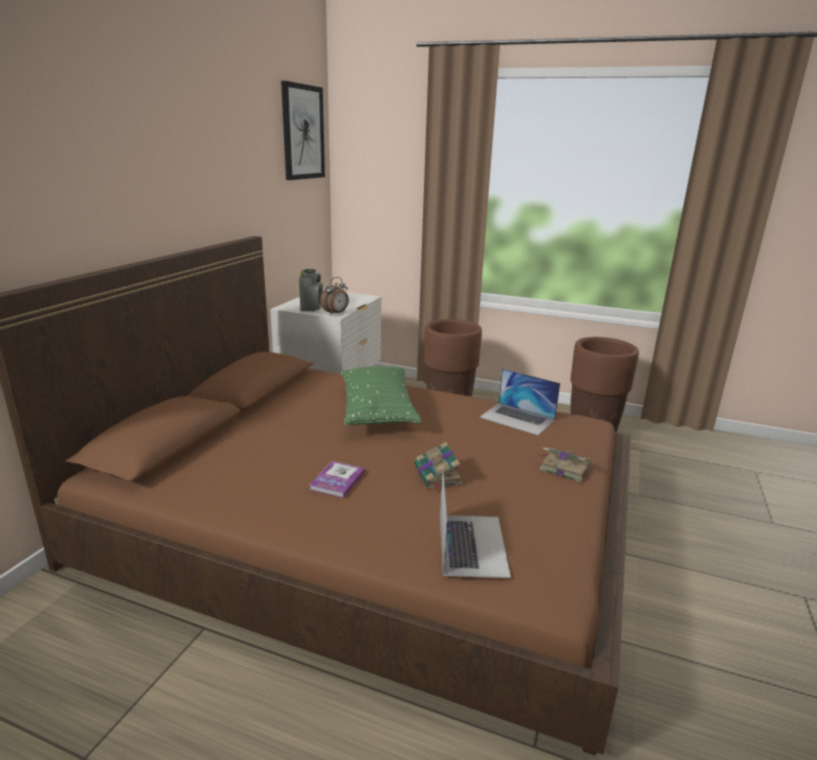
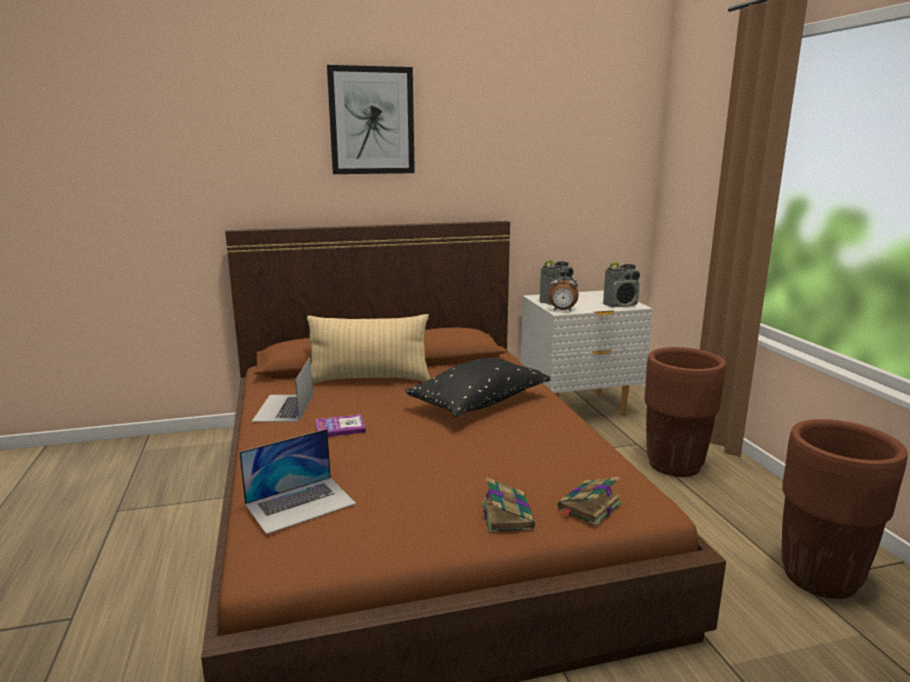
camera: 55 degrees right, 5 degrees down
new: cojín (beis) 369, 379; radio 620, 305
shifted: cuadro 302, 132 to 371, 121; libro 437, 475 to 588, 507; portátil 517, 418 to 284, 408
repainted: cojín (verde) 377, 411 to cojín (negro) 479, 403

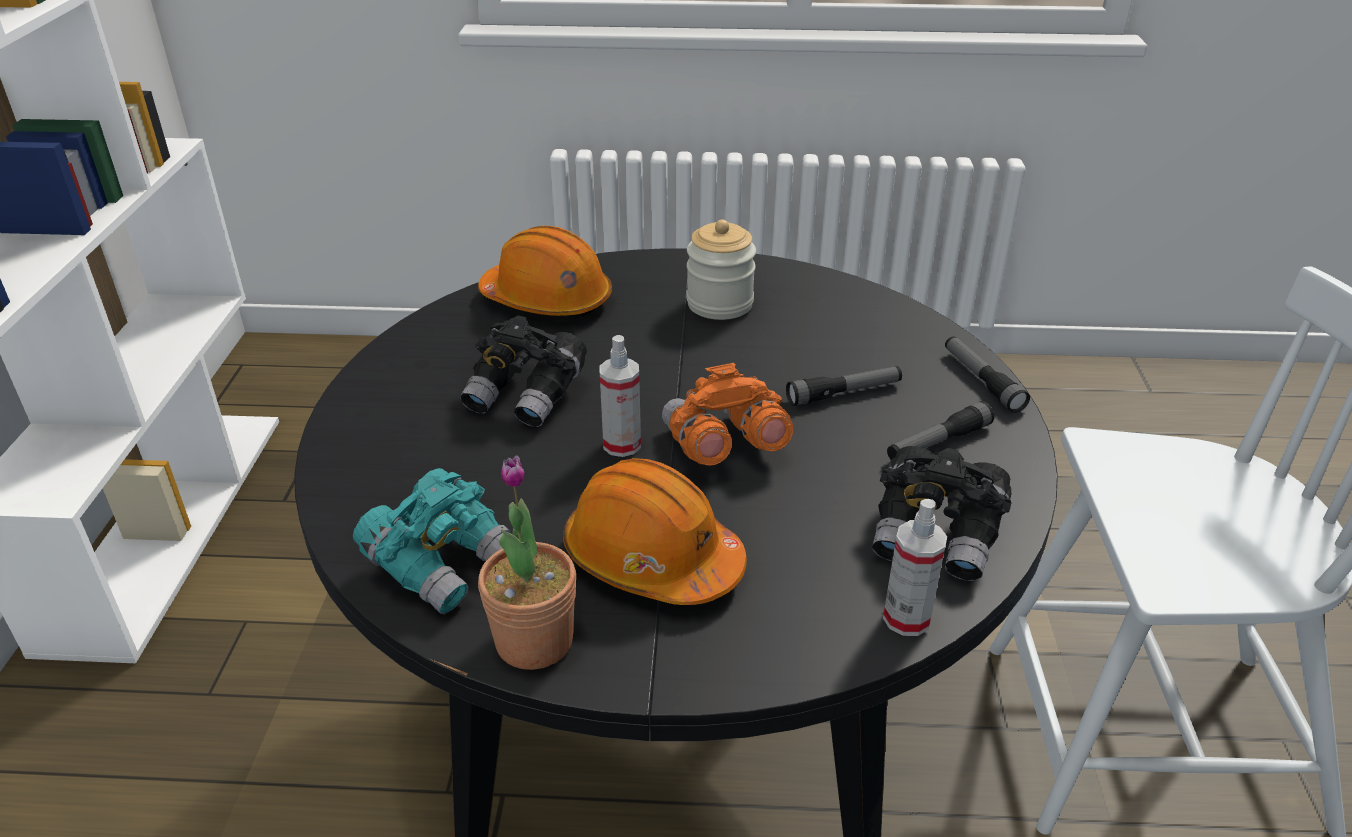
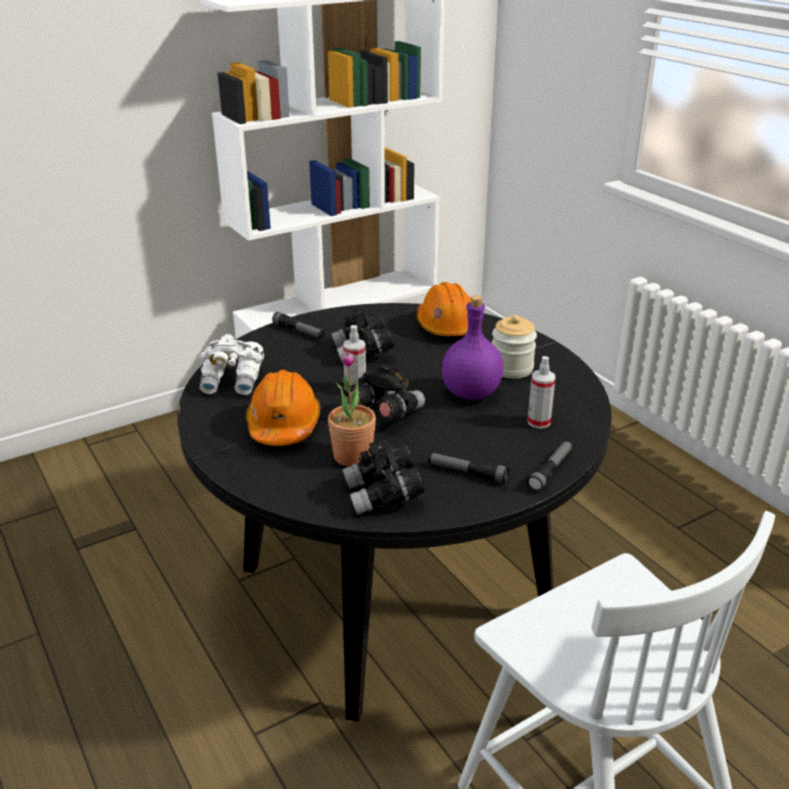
camera: 55 degrees right, 5 degrees down
new: botella (morado) 472, 393
shifted: planta en maceta 534, 641 to 352, 456; linterna 844, 393 to 299, 331; pulverizador 906, 618 to 539, 422
repainted: prismáticos (turquesa) 444, 563 to prismáticos (blanco) 233, 381; prismáticos (naranja) 722, 447 to prismáticos (negro) 384, 413

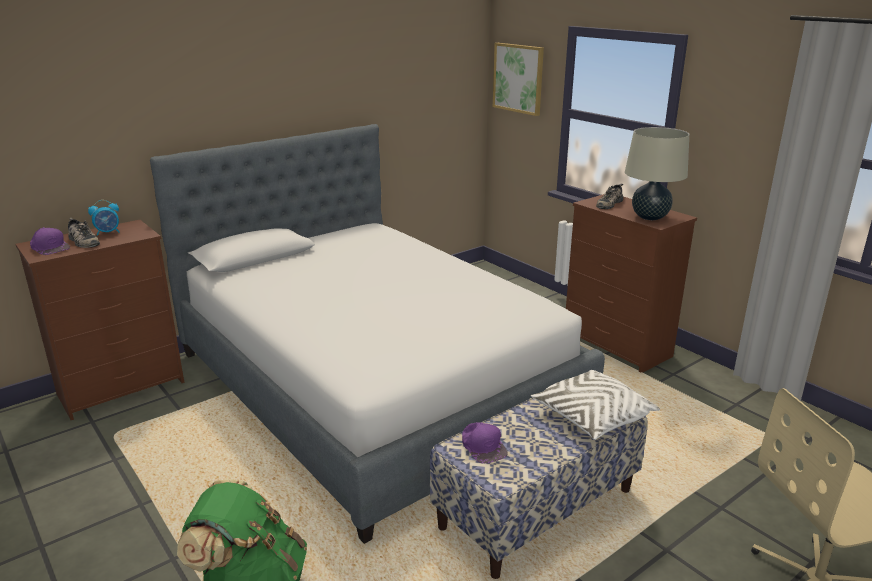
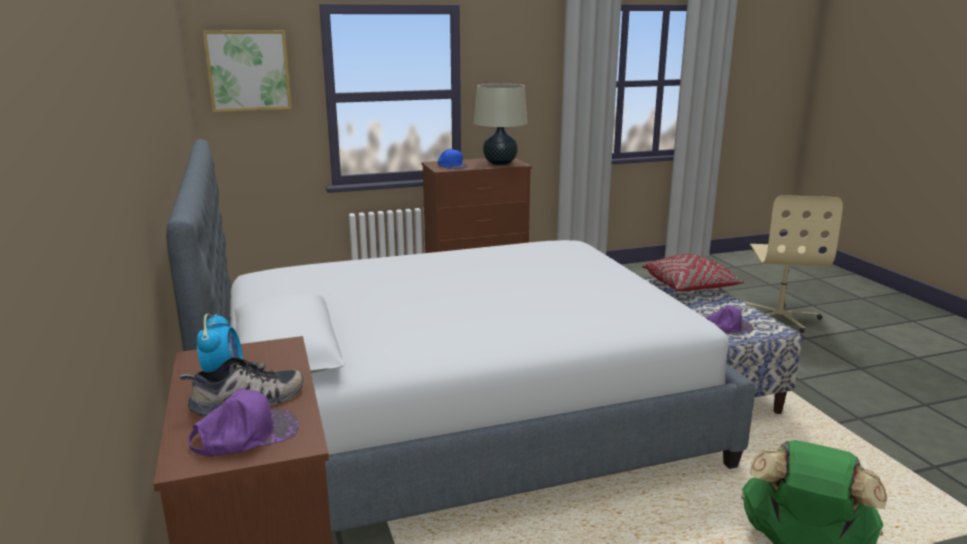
camera: 70 degrees left, 5 degrees down
swapped: zapato 609, 203 to gorra (azul) 452, 165
repainted: cojín (blanco) 592, 417 to cojín (rojo) 690, 287

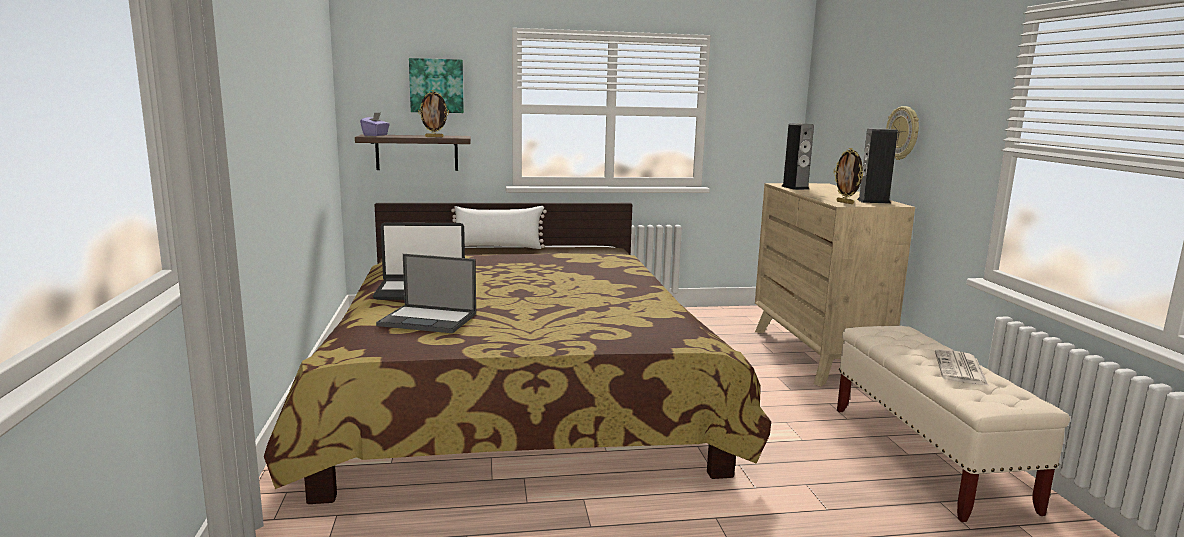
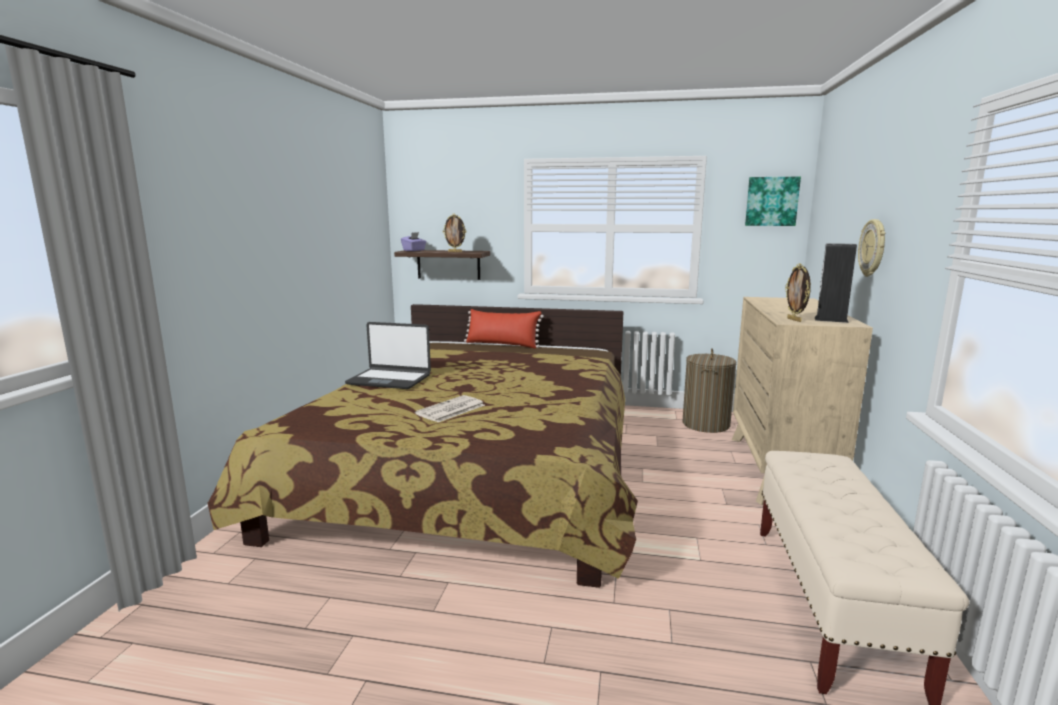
camera: 20 degrees right, 0 degrees up
gone: portátil 429, 320; altavoz 795, 187
new: cesto de la ropa 706, 424
shifted: cuadro 436, 86 to 771, 201; periódico 961, 369 to 450, 410
repainted: cojín (blanco) 497, 247 to cojín (rojo) 502, 344

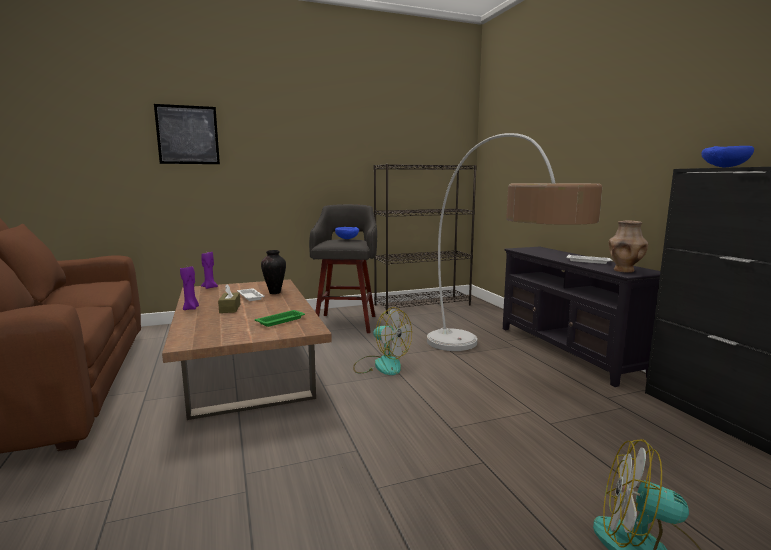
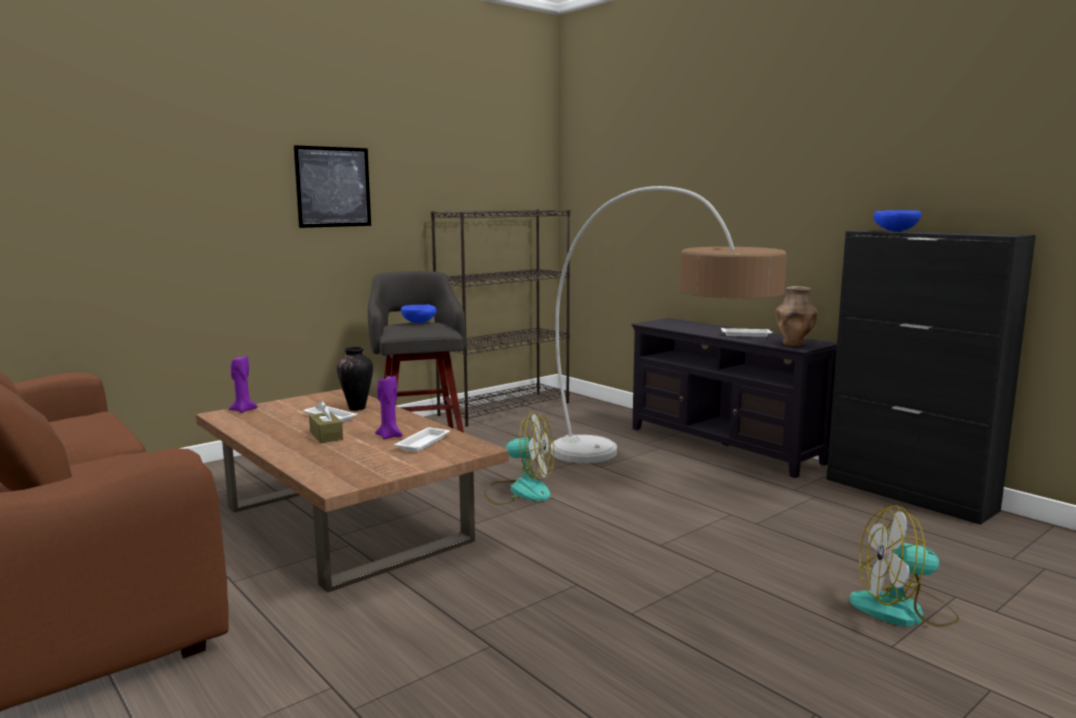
camera: 20 degrees left, 0 degrees up
shifted: cuadro 187, 135 to 333, 187; vela (morado) 191, 308 to 389, 436
repainted: bandeja (verde) 281, 320 to bandeja (blanco) 423, 443

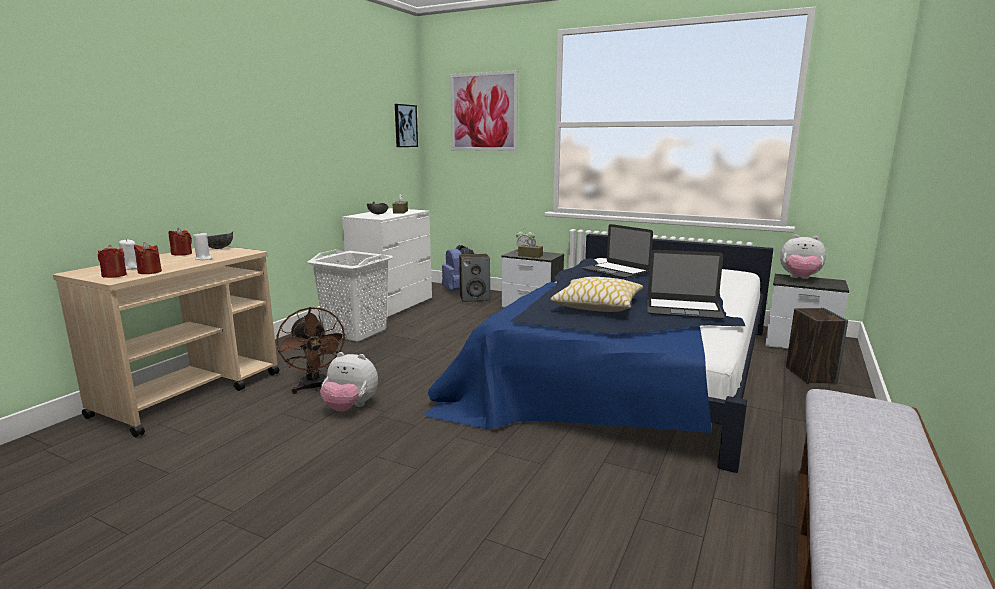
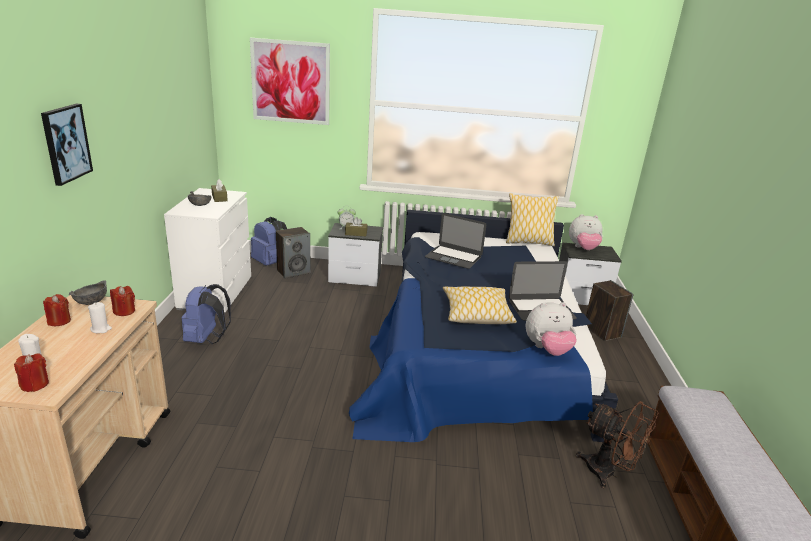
camera: 25 degrees left, 10 degrees up
new: cojín 528, 242
shifted: vela (rojo) 150, 272 to 124, 311; ventilador (marrón) 315, 387 to 608, 473; peluche 350, 408 to 547, 349; cuadro 405, 126 to 66, 143
swapped: cesto de la ropa (blanco) 355, 332 to mochila (azul) 206, 339

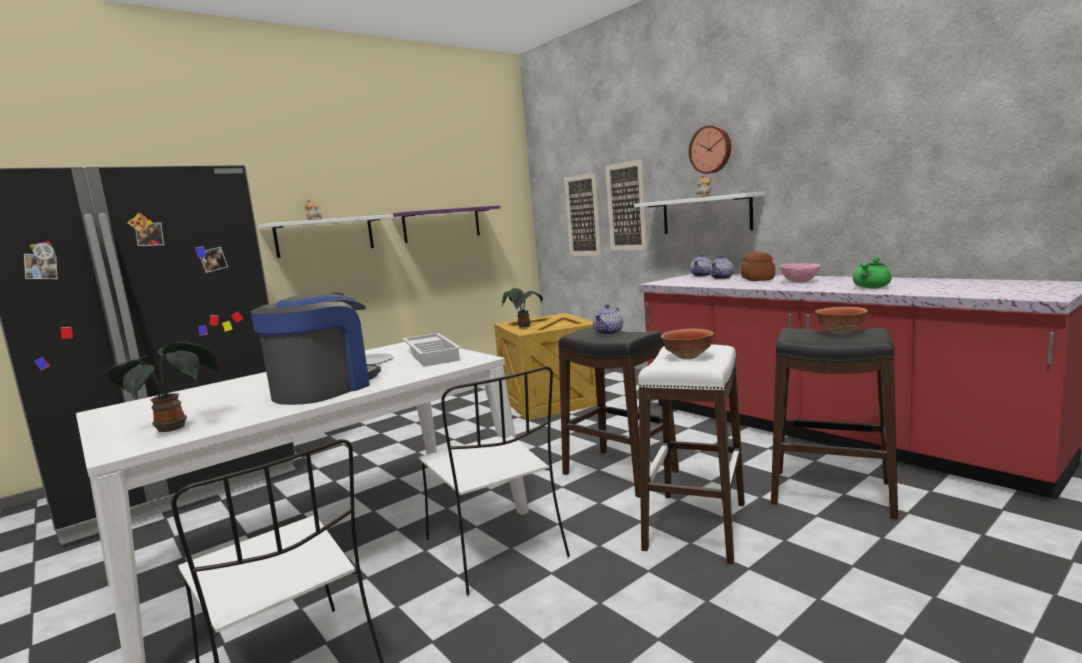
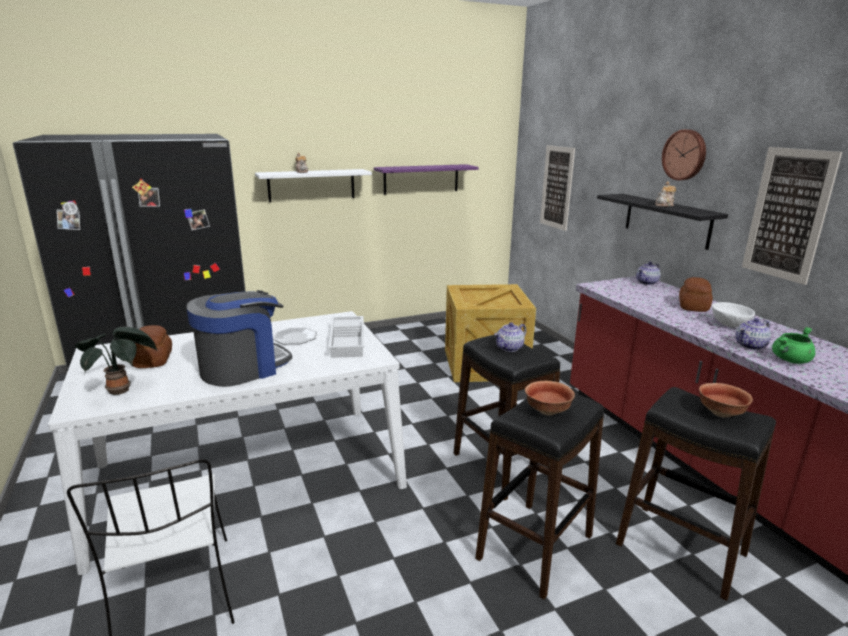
camera: 15 degrees right, 10 degrees up
gone: silla (blanco) 497, 550; planta en maceta 524, 327
new: pan 154, 359
shifted: cuadro 626, 207 to 788, 214; tetera 722, 278 to 751, 346
repainted: estante (blanco) 705, 214 to estante (negro) 667, 220; taburete (blanco) 696, 526 to taburete (negro) 535, 547; cuenco (rosa) 800, 282 to cuenco (blanco) 730, 325

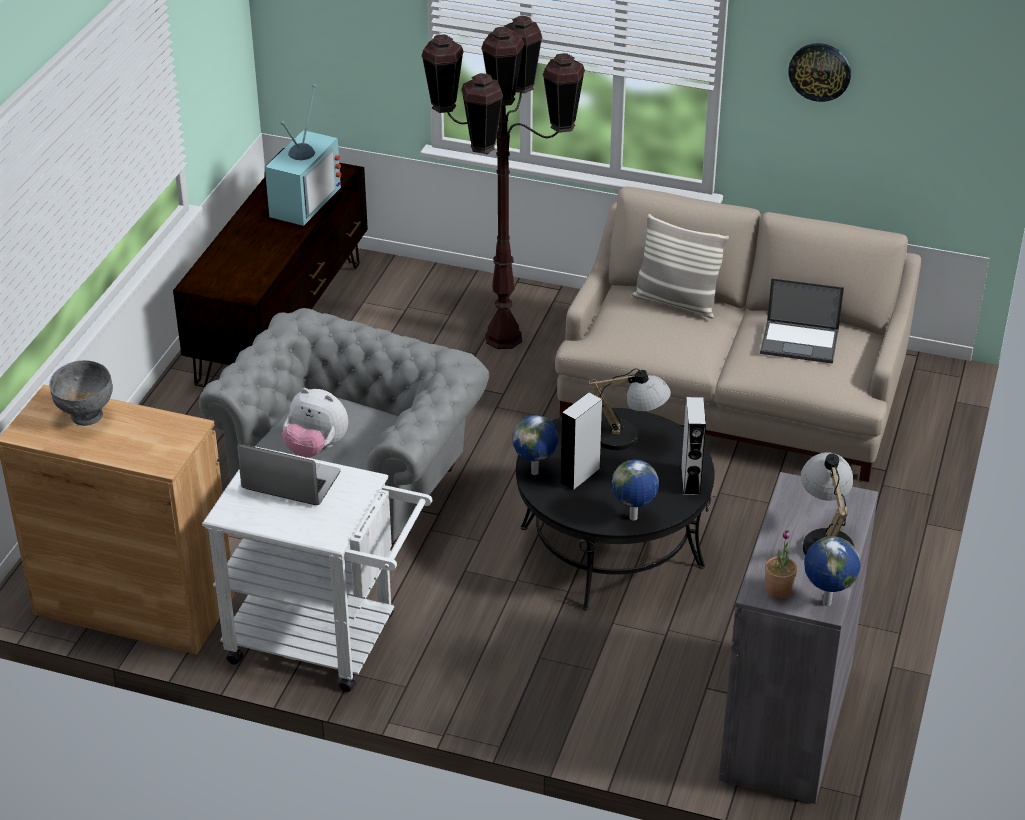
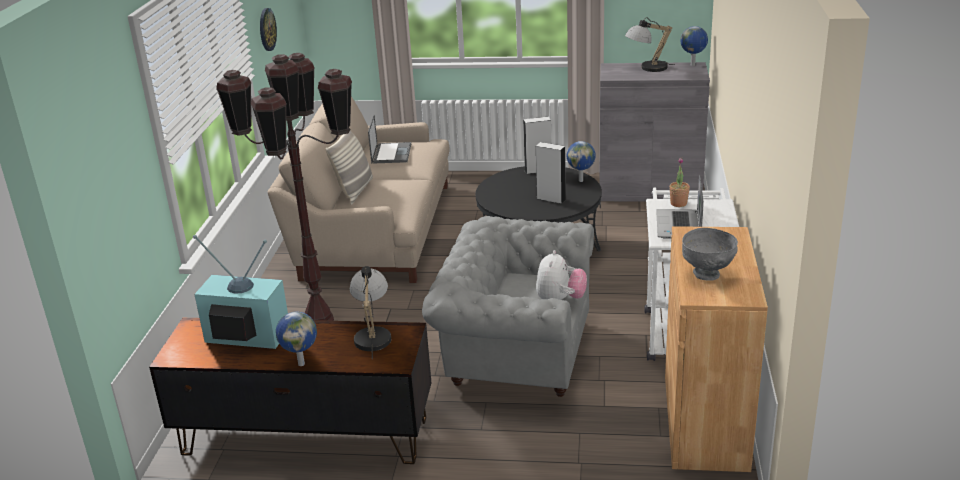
camera: 100 degrees left, 10 degrees down
shifted: globo terráqueo 535, 472 to 301, 363; lámpara de mesa 628, 437 to 372, 334; planta en maceta 778, 590 to 678, 203

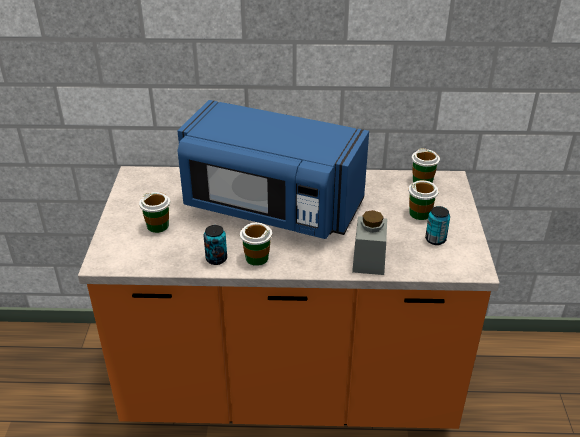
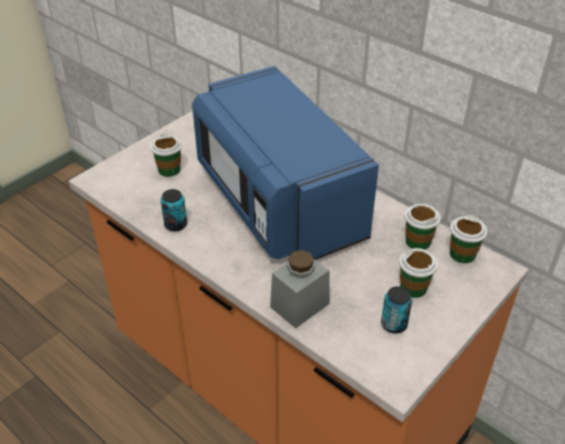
camera: 40 degrees right, 5 degrees up
shifted: taza 256, 258 to 418, 241

